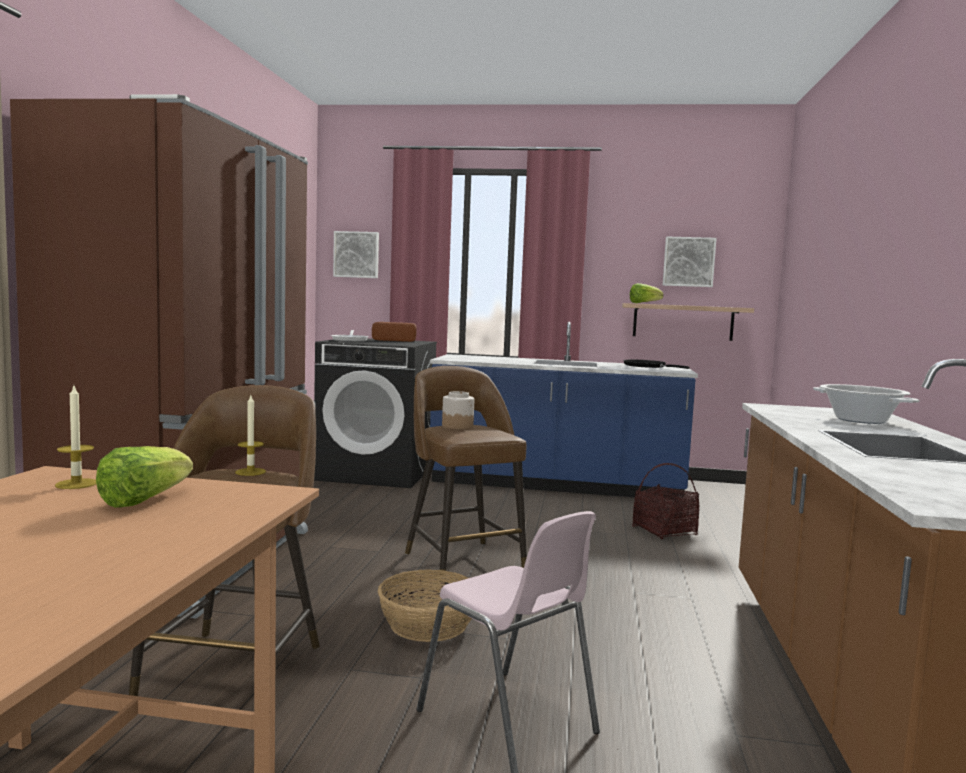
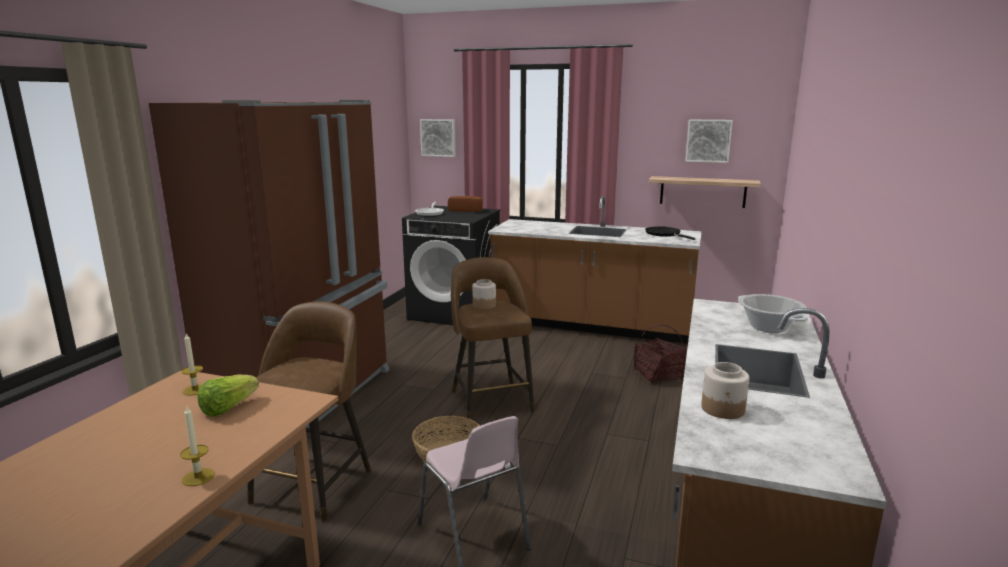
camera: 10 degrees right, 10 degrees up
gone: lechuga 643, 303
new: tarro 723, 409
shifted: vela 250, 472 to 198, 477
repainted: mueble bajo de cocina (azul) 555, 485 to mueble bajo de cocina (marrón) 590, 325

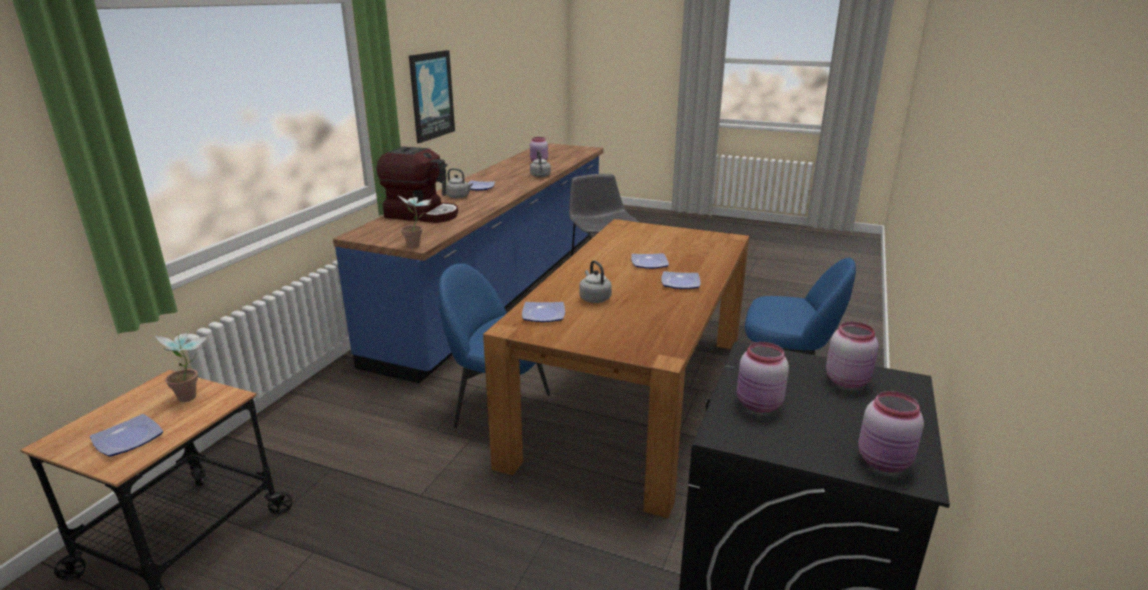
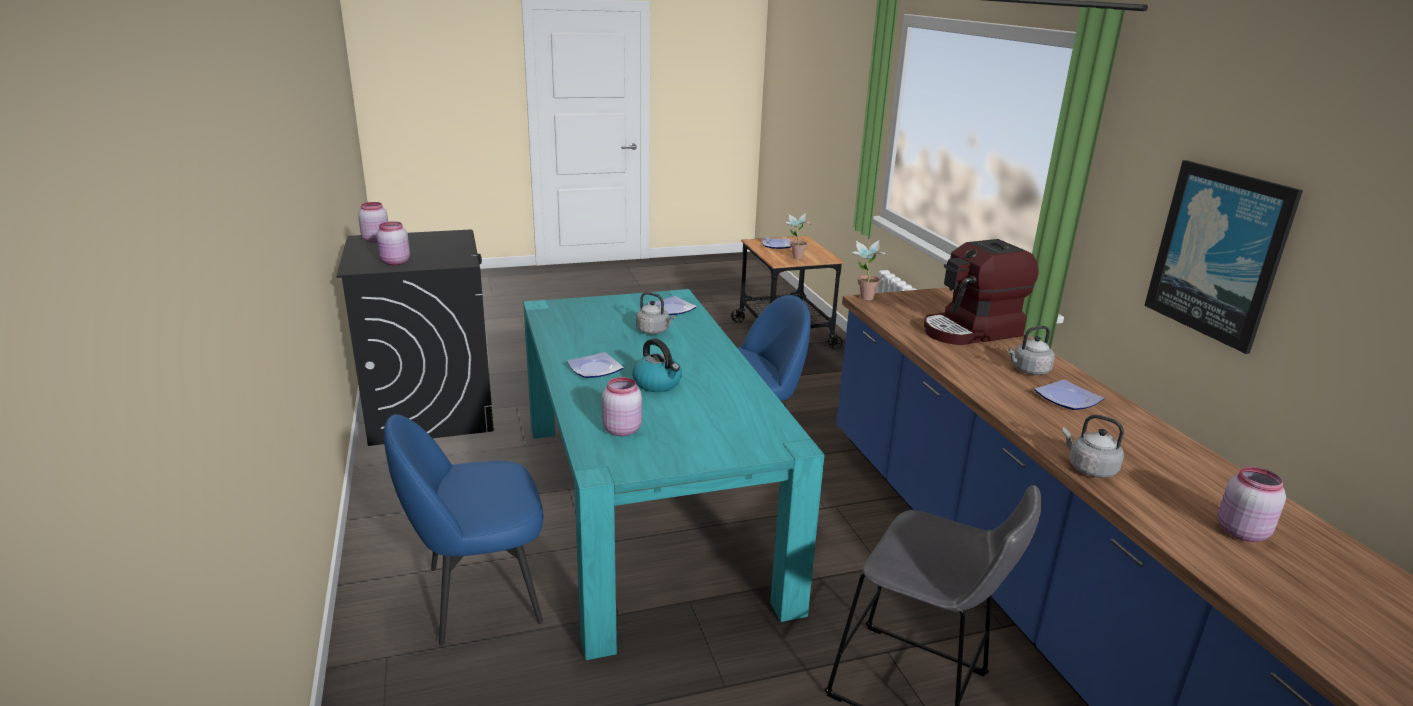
camera: 140 degrees right, 0 degrees up
shifted: tarro (rosa) 758, 405 to 621, 429
swapped: plato 649, 263 to hervidor 658, 384
repainted: mesa de comedor (marrón) 633, 396 to mesa de comedor (turquesa) 647, 507

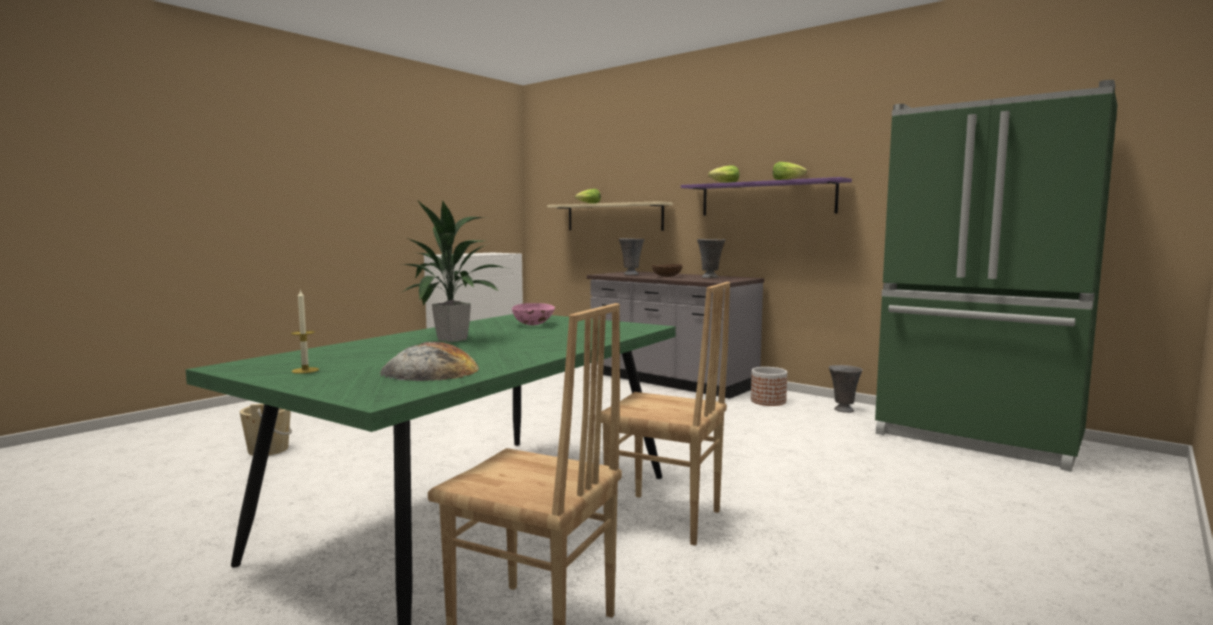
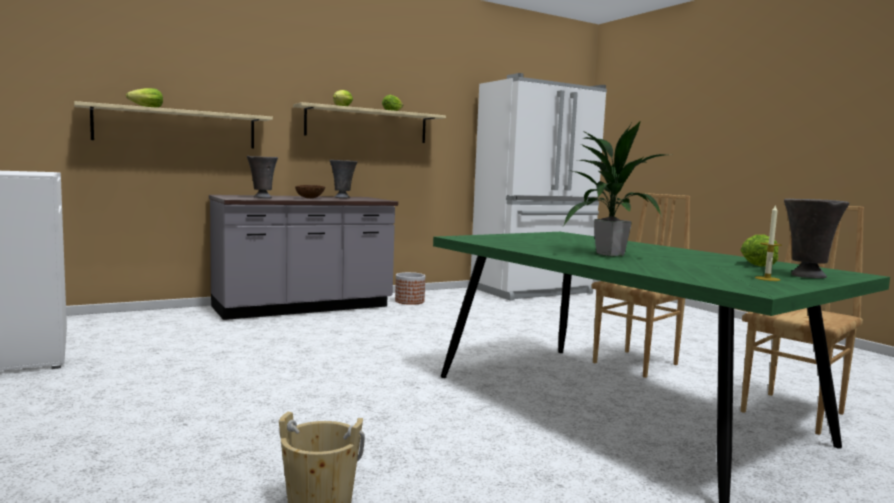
camera: 70 degrees left, 0 degrees up
gone: cuenco (rosa) 533, 325
shifted: florero (gris) 843, 410 to 806, 276
swapped: pan 430, 371 to lechuga 757, 264
repainted: estante (morado) 766, 198 to estante (beis) 367, 125; nevera (verde) 977, 439 to nevera (blanco) 533, 291

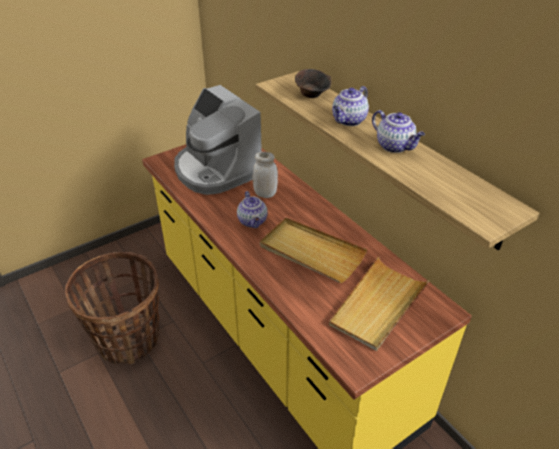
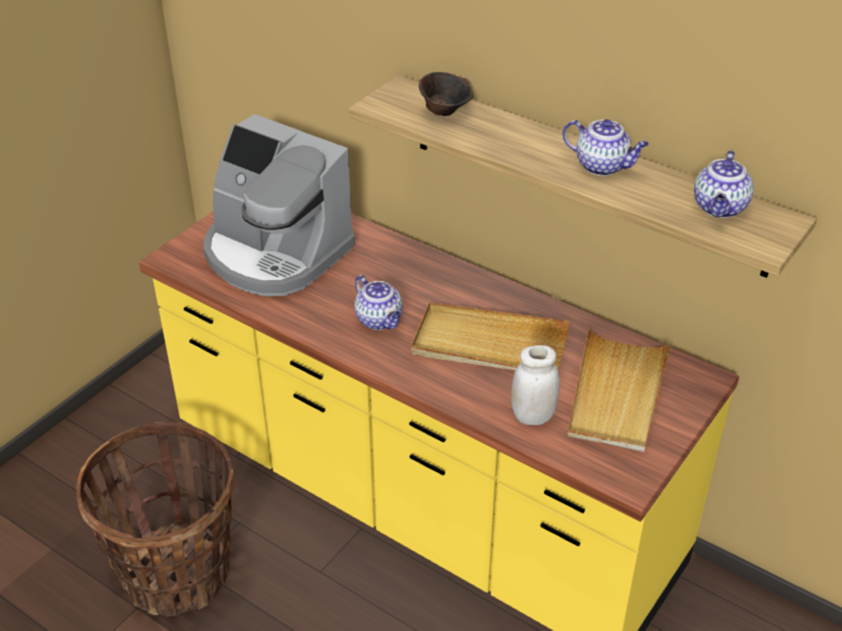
camera: 20 degrees left, 0 degrees up
shifted: tarro (blanco) 265, 194 to 533, 416; tetera 349, 121 to 720, 208

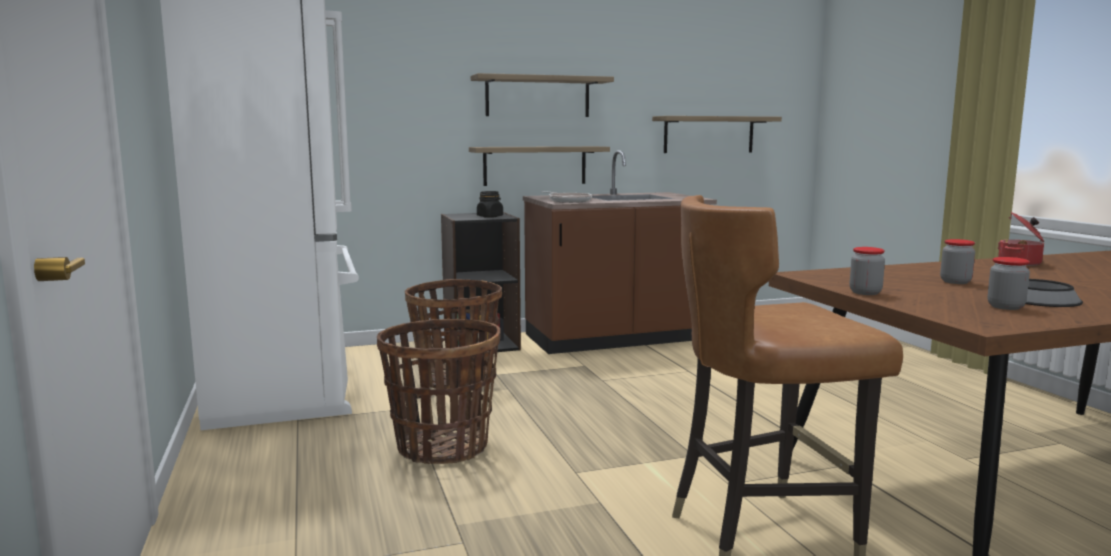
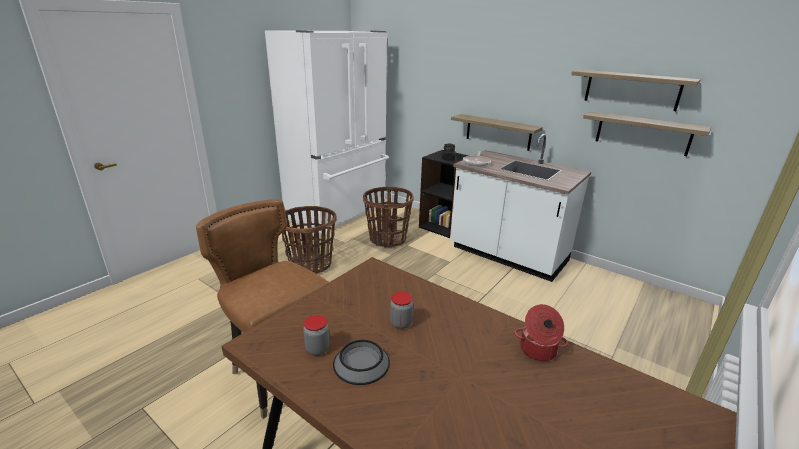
camera: 55 degrees right, 15 degrees up
gone: tarro 865, 292
shifted: estante 538, 97 to 631, 90
repainted: mueble bajo de cocina (marrón) 614, 339 to mueble bajo de cocina (blanco) 507, 255

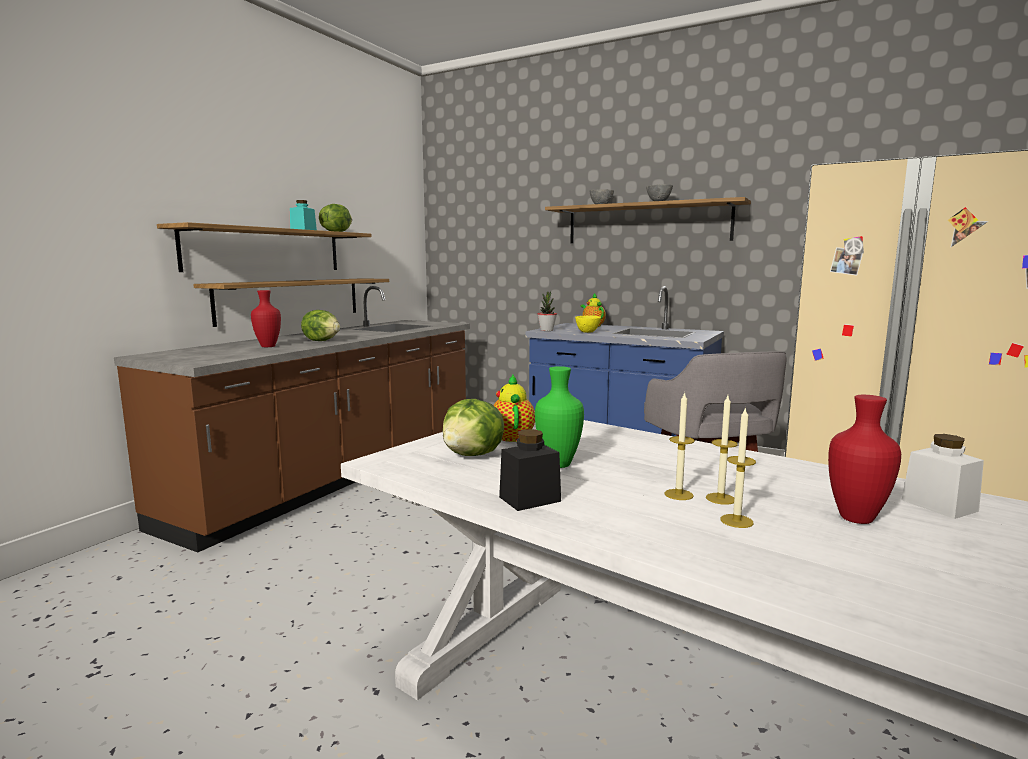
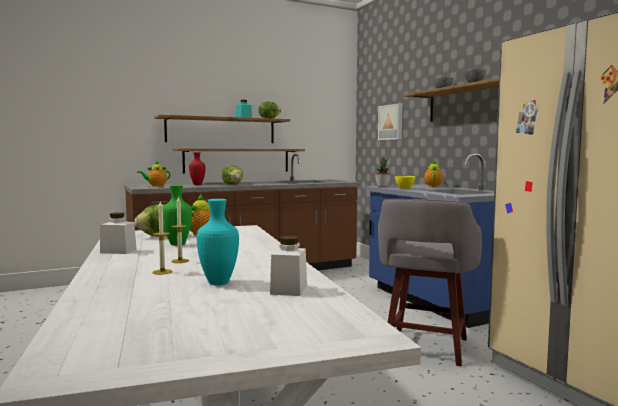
camera: 35 degrees right, 5 degrees down
gone: vela 720, 498
new: tetera 156, 186; cuadro 391, 122
repainted: tarro (negro) 529, 499 to tarro (blanco) 118, 251; florero (rojo) 855, 518 to florero (turquesa) 219, 282

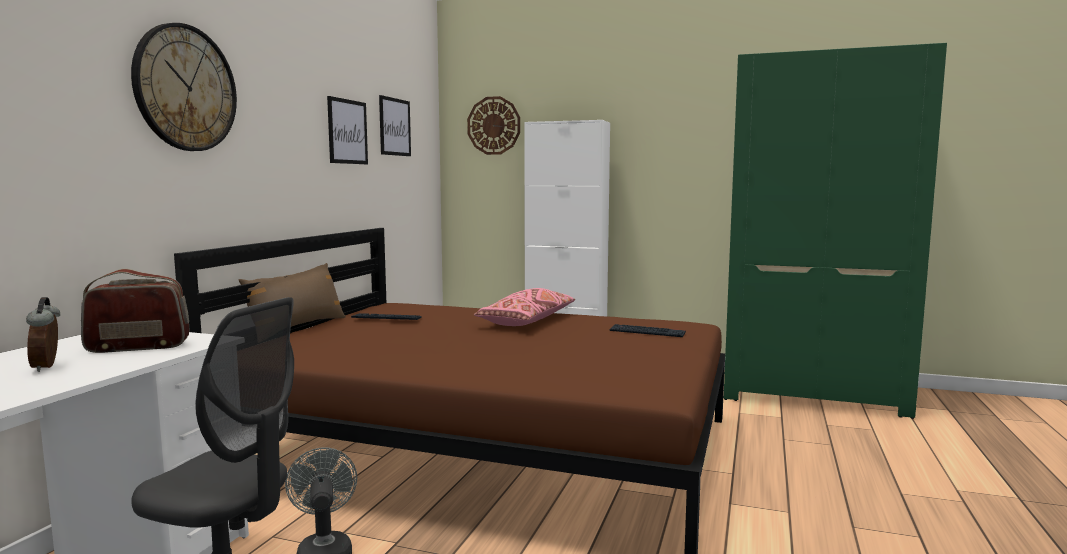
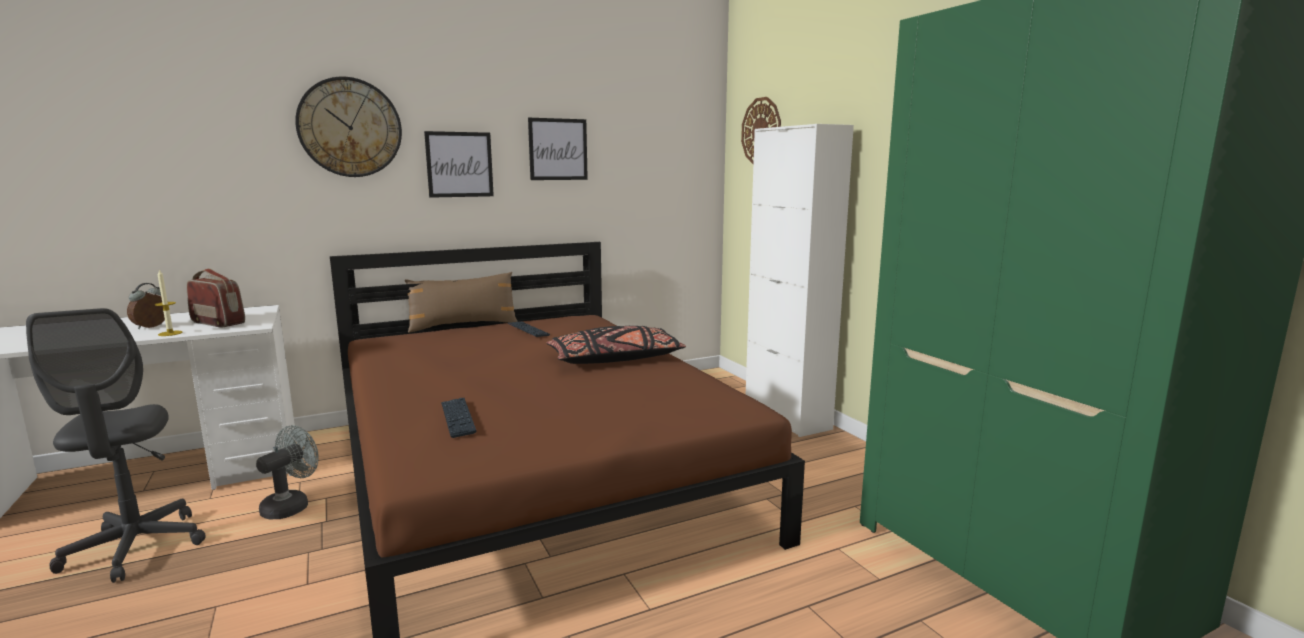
camera: 45 degrees right, 5 degrees up
new: vela 170, 333
shifted: cuadro 394, 127 to 459, 164; teclado 647, 332 to 458, 418
repainted: cojín (rosa) 528, 321 to cojín (negro) 615, 360

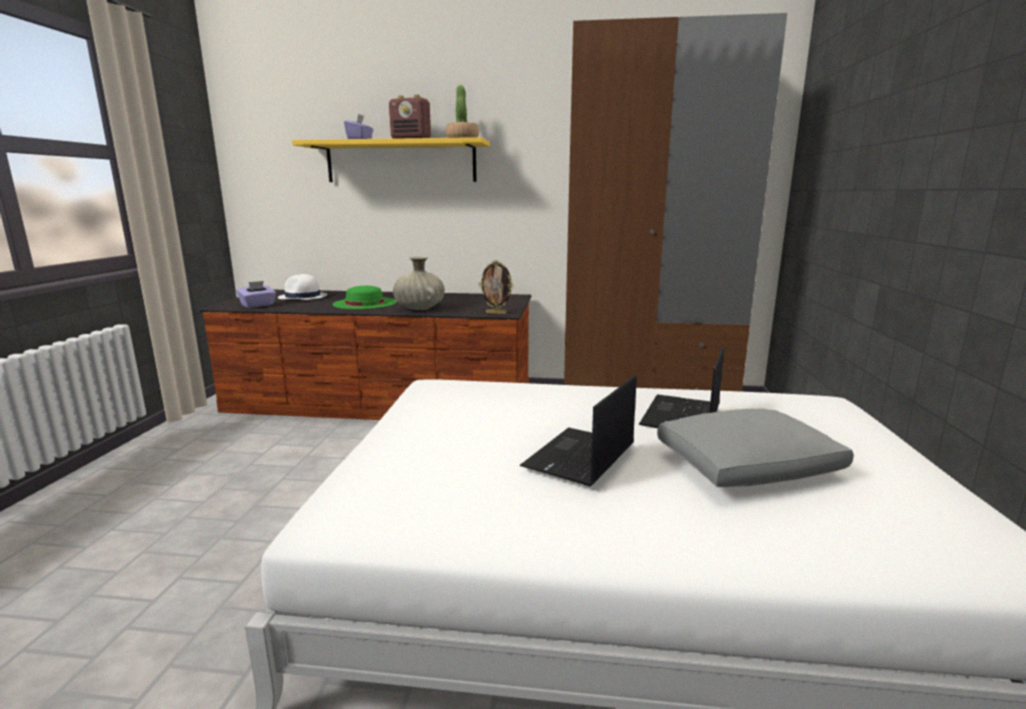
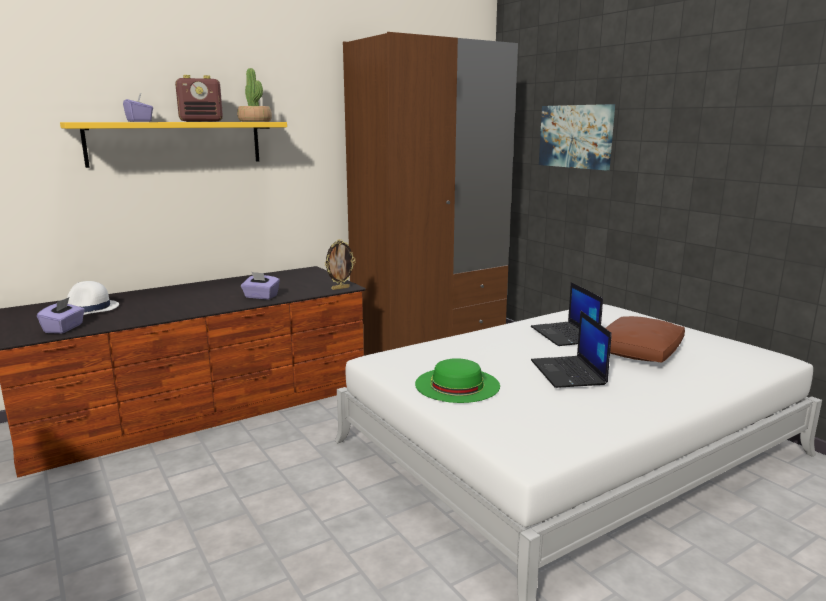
camera: 40 degrees left, 0 degrees up
new: cuadro 576, 136
shifted: sombrero (verde) 364, 303 to 457, 384
swapped: florero (beis) 420, 308 to caja de pañuelos (morado) 261, 297
repainted: cojín (gris) 748, 466 to cojín (marrón) 639, 351

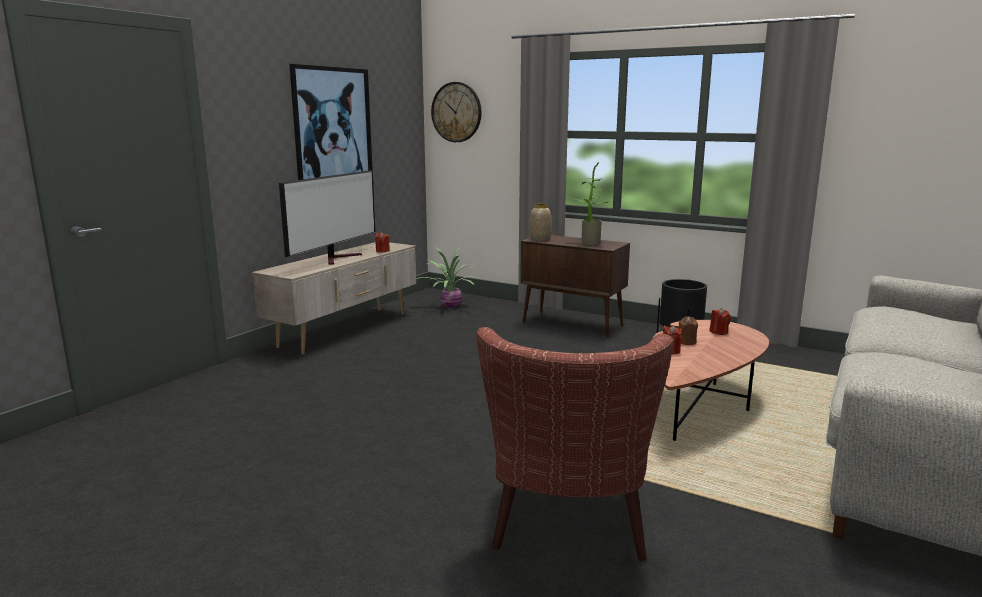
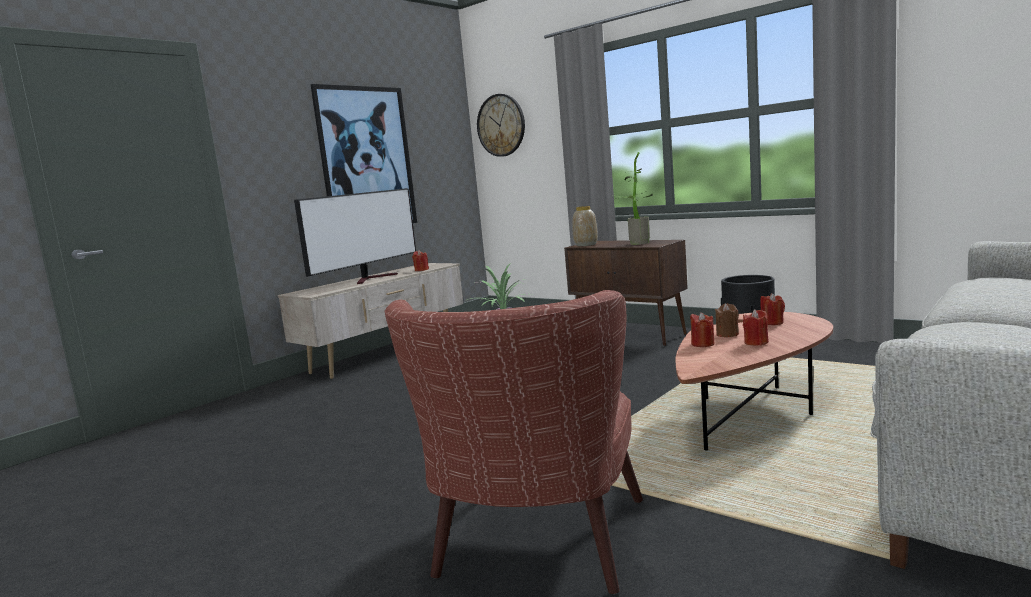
camera: 10 degrees right, 5 degrees down
new: vela (rojo) 756, 342

